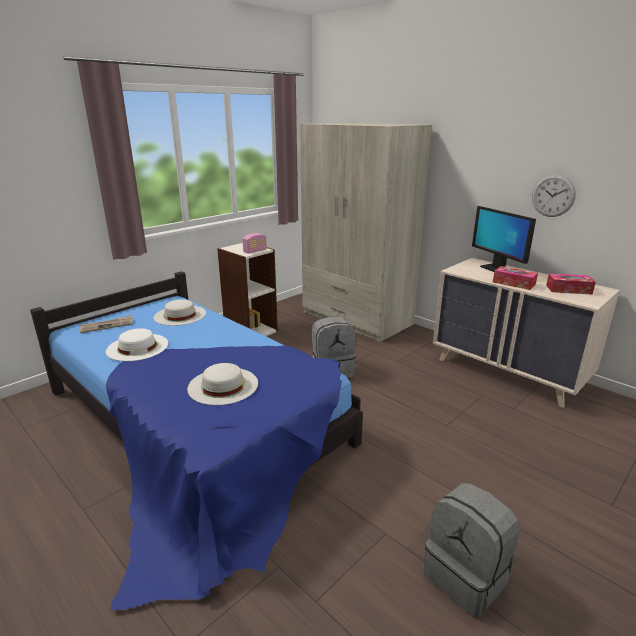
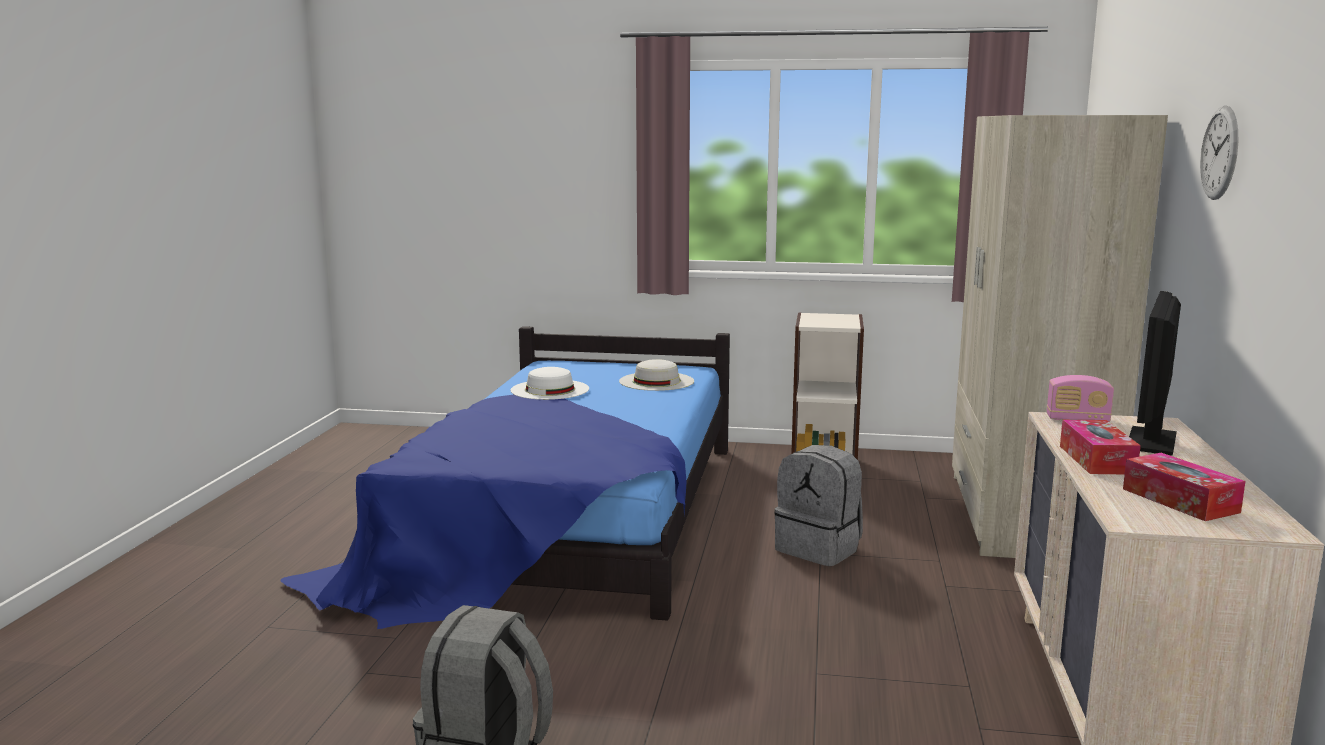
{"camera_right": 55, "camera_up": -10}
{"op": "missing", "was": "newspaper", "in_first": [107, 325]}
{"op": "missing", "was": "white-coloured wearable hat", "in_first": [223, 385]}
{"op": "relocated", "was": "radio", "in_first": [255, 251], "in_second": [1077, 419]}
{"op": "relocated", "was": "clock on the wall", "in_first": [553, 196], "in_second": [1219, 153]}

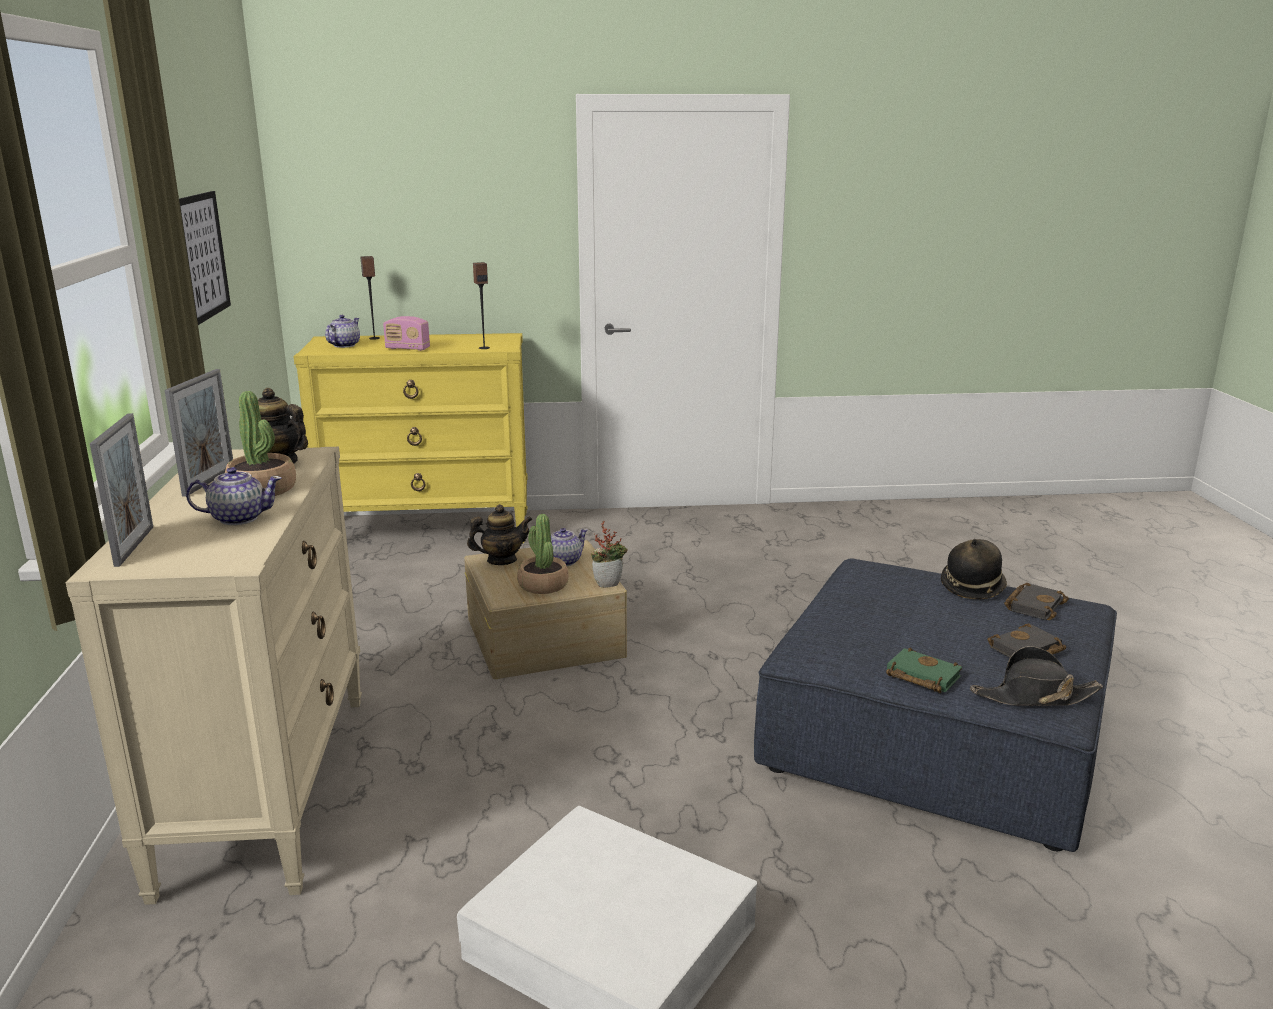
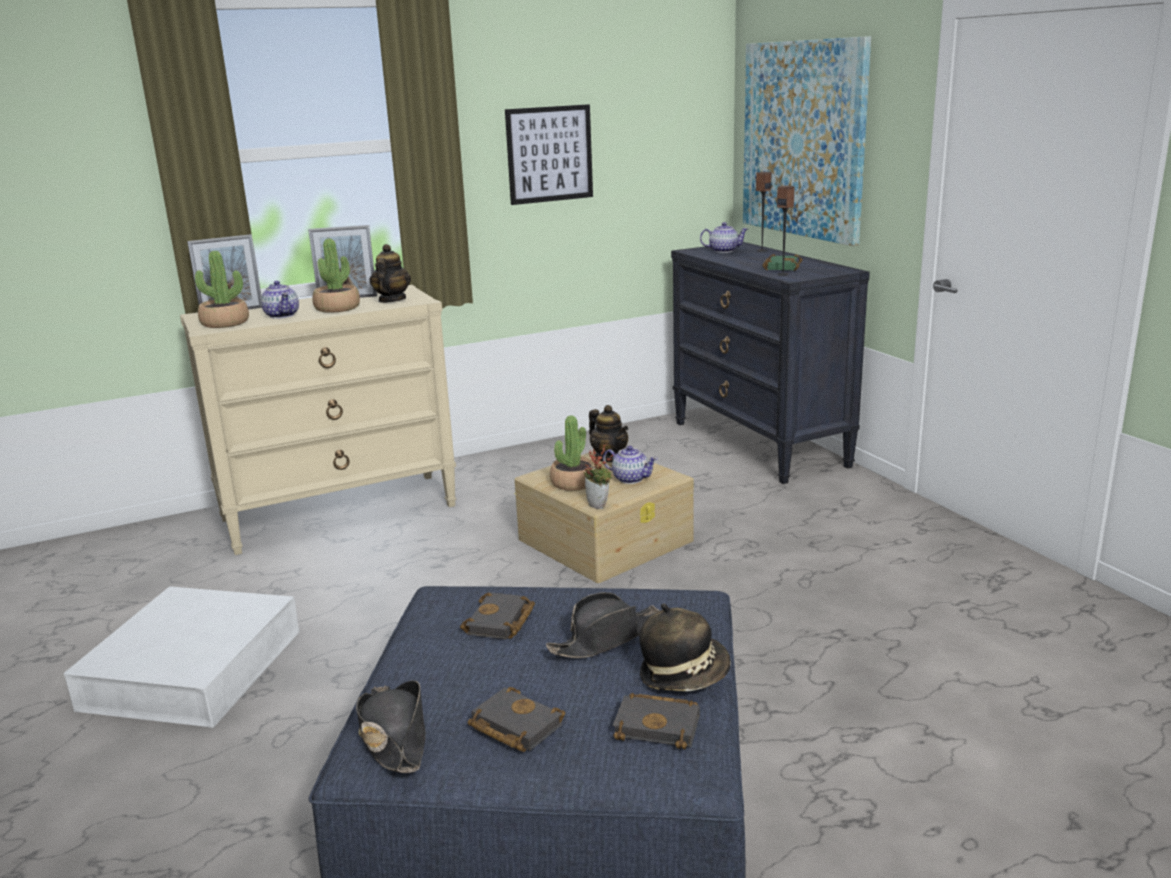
{"camera_right": 70, "camera_up": 0}
{"op": "colour", "was": "yellow-coloured dresser", "now": "black-coloured dresser", "in_first": [429, 530], "in_second": [760, 444]}
{"op": "missing", "was": "radio", "in_first": [407, 349]}
{"op": "relocated", "was": "greenish volume", "in_first": [920, 676], "in_second": [780, 267]}
{"op": "appeared", "now": "potted plant", "in_second": [225, 323]}
{"op": "appeared", "now": "black-coloured volume", "in_second": [500, 622]}
{"op": "appeared", "now": "black-coloured wearable hat", "in_second": [606, 638]}
{"op": "appeared", "now": "picture", "in_second": [803, 139]}

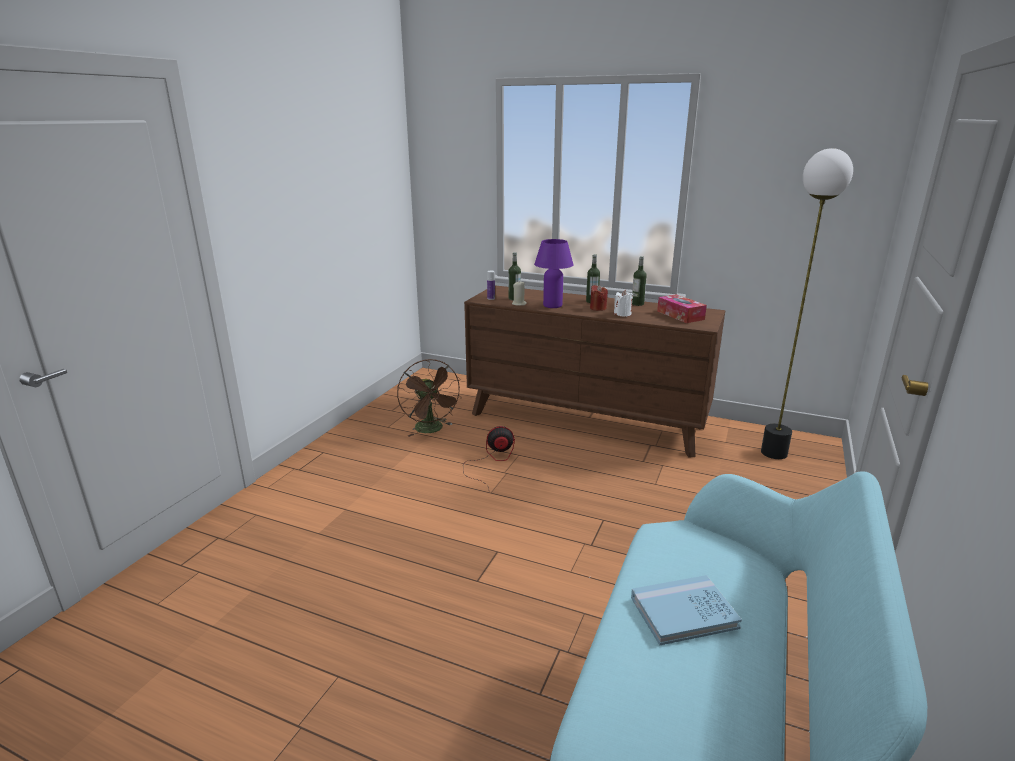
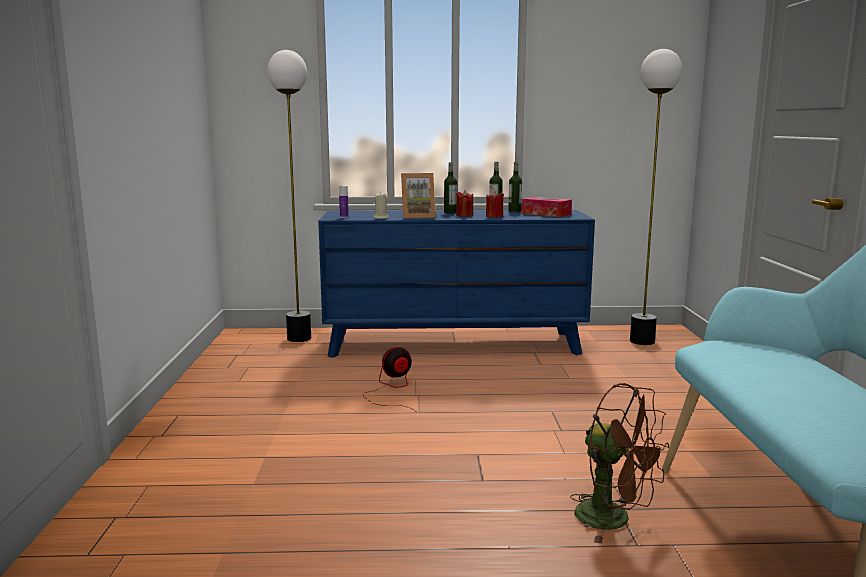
{"camera_right": -25, "camera_up": -10}
{"op": "relocated", "was": "brownish cooling fan", "in_first": [432, 430], "in_second": [614, 520]}
{"op": "colour", "was": "brownish dresser", "now": "bluish dresser", "in_first": [586, 420], "in_second": [454, 344]}
{"op": "relocated", "was": "bottle", "in_first": [514, 298], "in_second": [514, 211]}
{"op": "exchanged", "was": "purplish lamp for a table", "now": "picture frame", "in_first": [552, 306], "in_second": [417, 217]}
{"op": "colour", "was": "white-coloured wax candle", "now": "reddish wax candle", "in_first": [622, 314], "in_second": [494, 216]}
{"op": "missing", "was": "bluish volume", "in_first": [683, 612]}
{"op": "appeared", "now": "standard lamp", "in_second": [299, 338]}

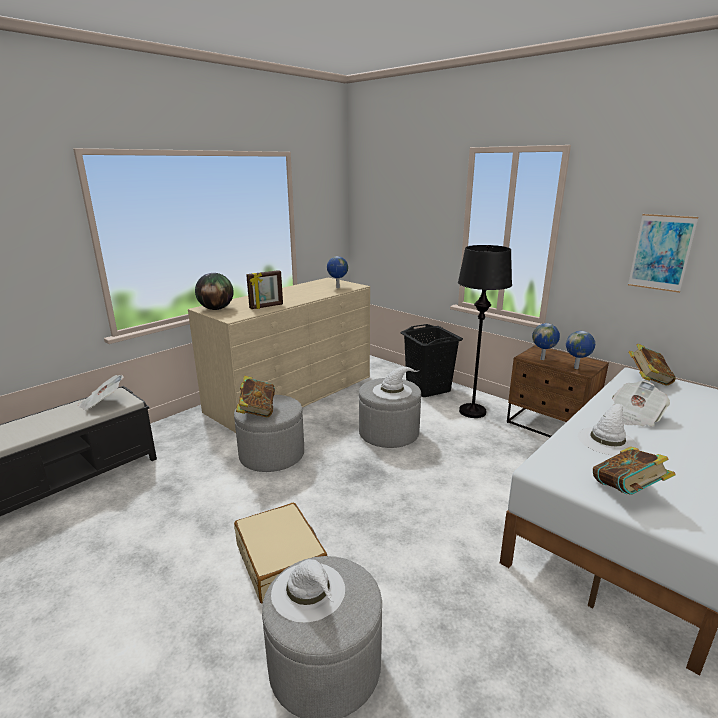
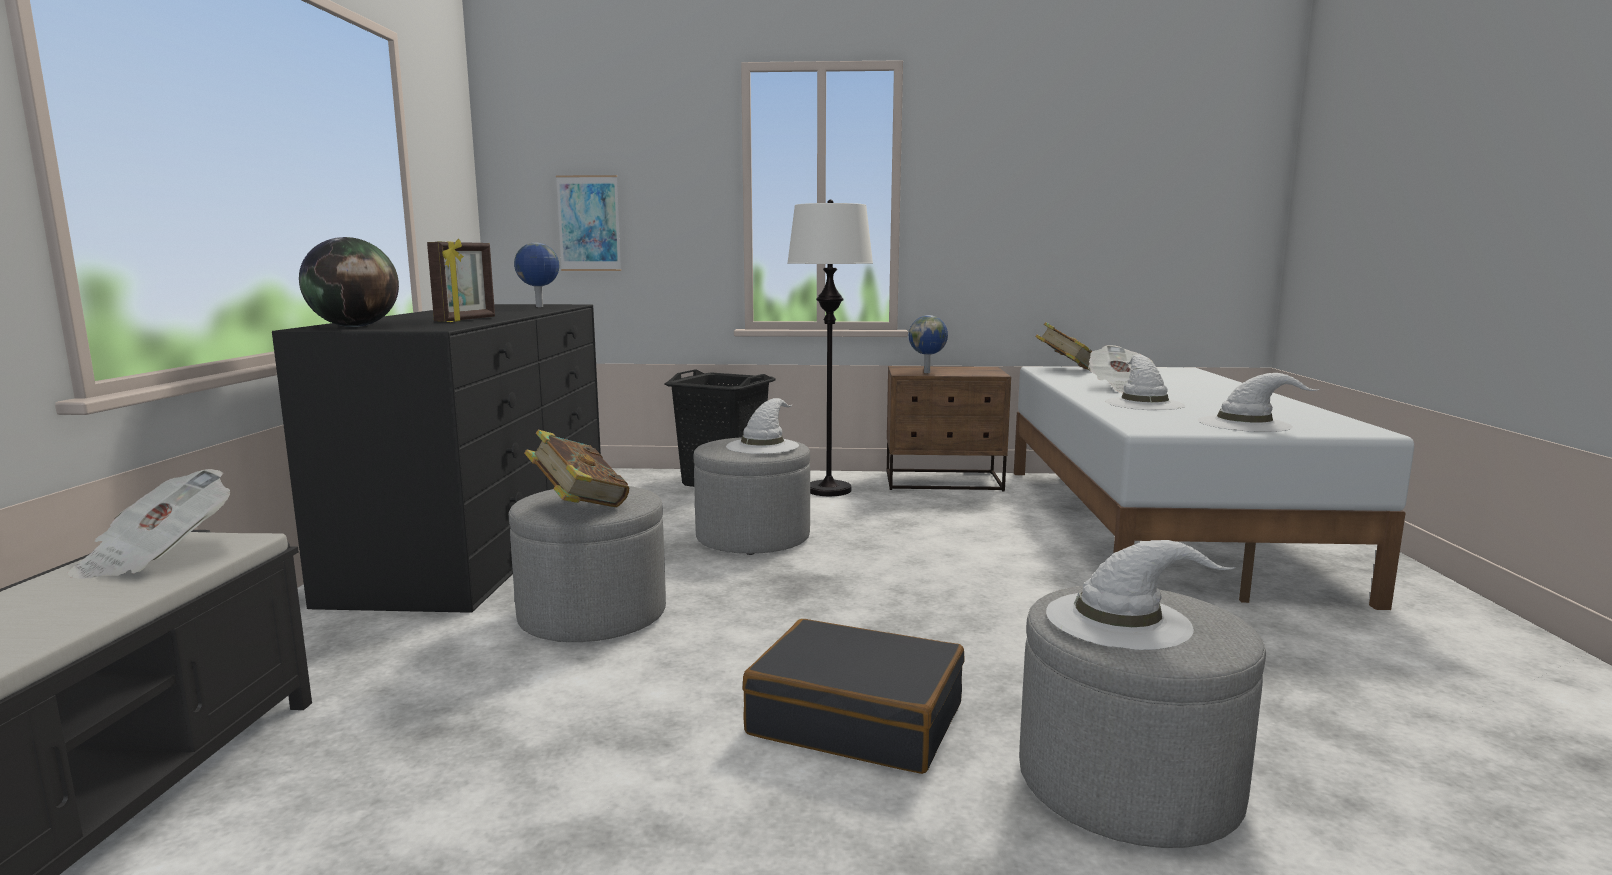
{"camera_right": -40, "camera_up": -10}
{"op": "colour", "was": "sand-coloured dresser", "now": "black-coloured dresser", "in_first": [292, 393], "in_second": [485, 537]}
{"op": "colour", "was": "sand-coloured travel case", "now": "black-coloured travel case", "in_first": [281, 561], "in_second": [856, 719]}
{"op": "colour", "was": "black-coloured standard lamp", "now": "white-coloured standard lamp", "in_first": [472, 411], "in_second": [829, 490]}
{"op": "missing", "was": "desk globe", "in_first": [576, 368]}
{"op": "exchanged", "was": "volume", "now": "white-coloured wearable hat", "in_first": [626, 492], "in_second": [1246, 424]}
{"op": "relocated", "was": "picture", "in_first": [661, 252], "in_second": [589, 223]}

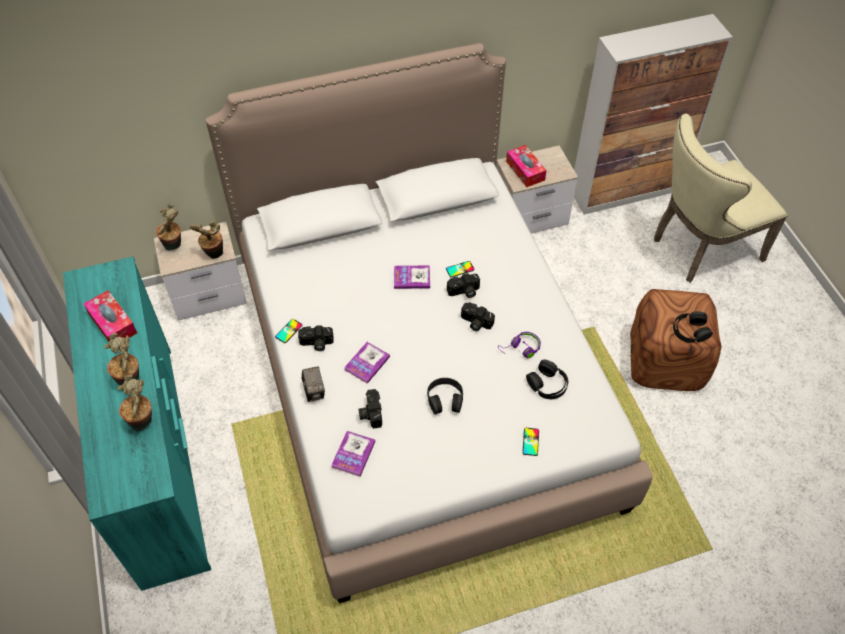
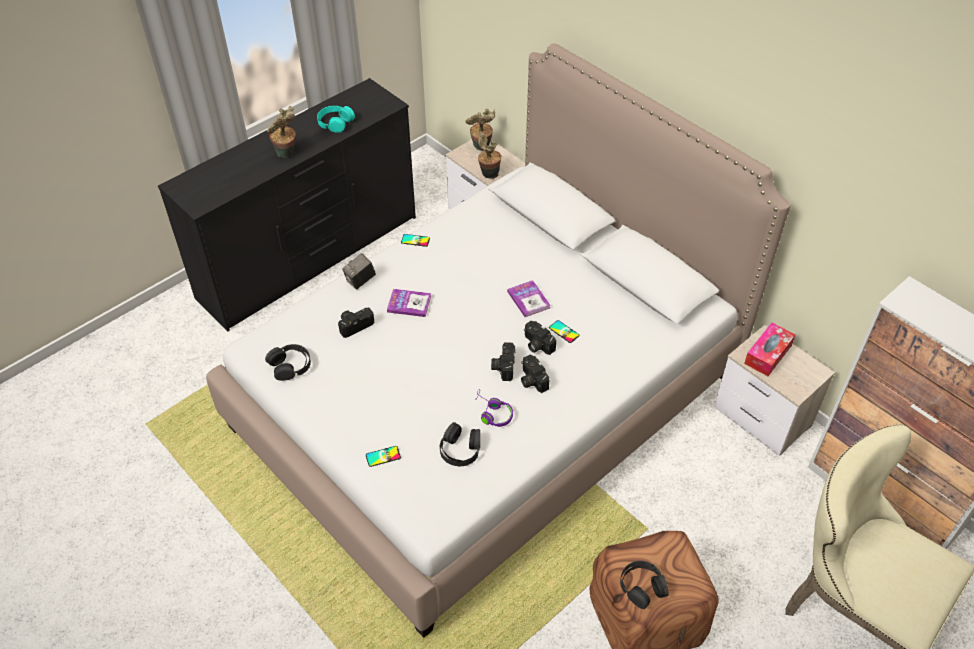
{"camera_right": 65, "camera_up": -5}
{"op": "colour", "was": "blue-green dresser", "now": "black-coloured dresser", "in_first": [159, 459], "in_second": [311, 257]}
{"op": "exchanged", "was": "tissue box", "now": "blue-green headset", "in_first": [112, 323], "in_second": [335, 122]}
{"op": "missing", "was": "potted plant", "in_first": [144, 422]}
{"op": "relocated", "was": "still camera", "in_first": [316, 343], "in_second": [531, 380]}
{"op": "missing", "was": "volume", "in_first": [353, 454]}
{"op": "relocated", "was": "black-coloured headset", "in_first": [445, 399], "in_second": [290, 365]}

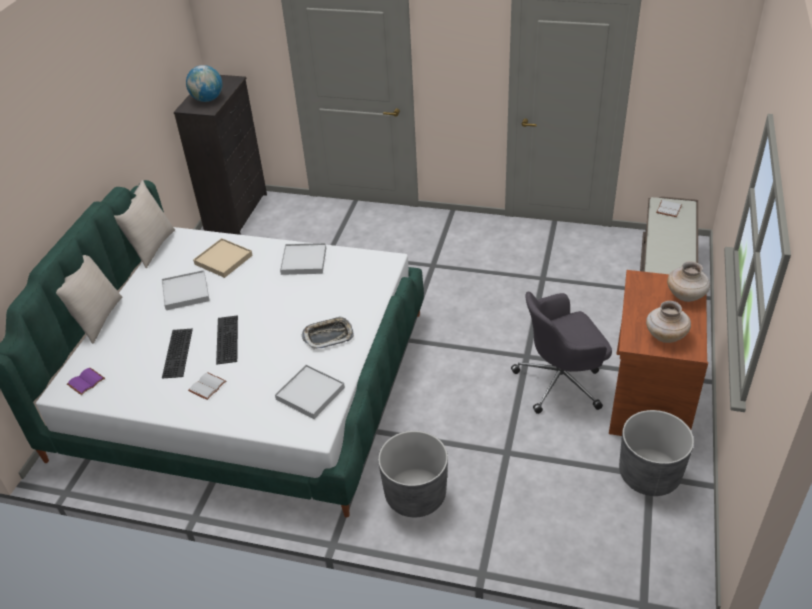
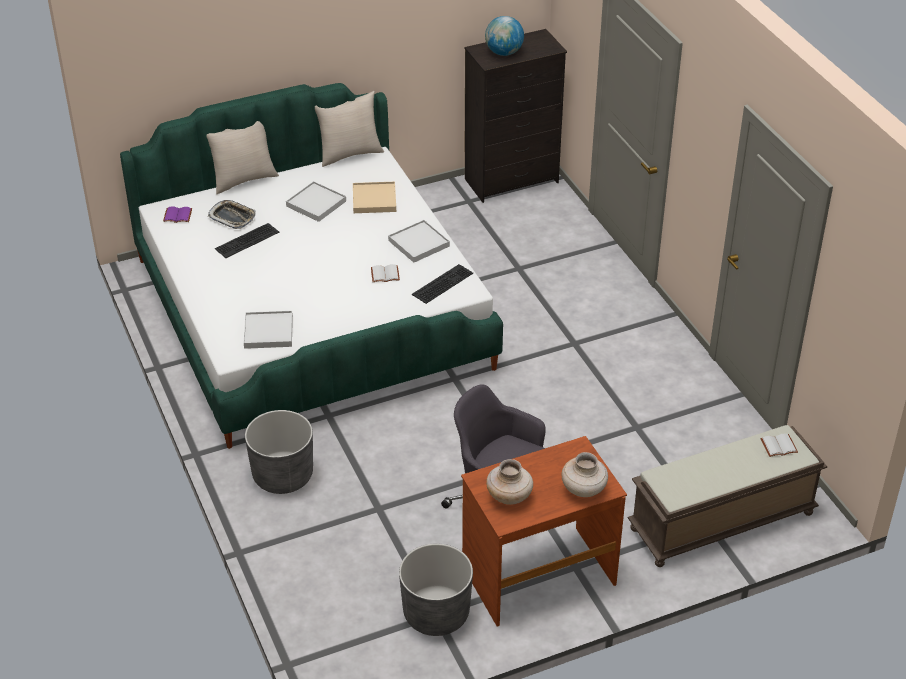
{"camera_right": 50, "camera_up": 0}
{"op": "relocated", "was": "white-coloured volume", "in_first": [207, 386], "in_second": [385, 274]}
{"op": "relocated", "was": "PC keyboard", "in_first": [226, 339], "in_second": [442, 283]}
{"op": "relocated", "was": "serving tray", "in_first": [328, 336], "in_second": [232, 217]}

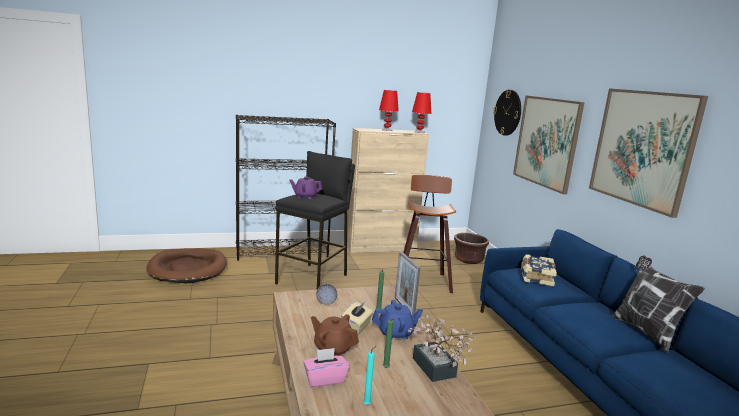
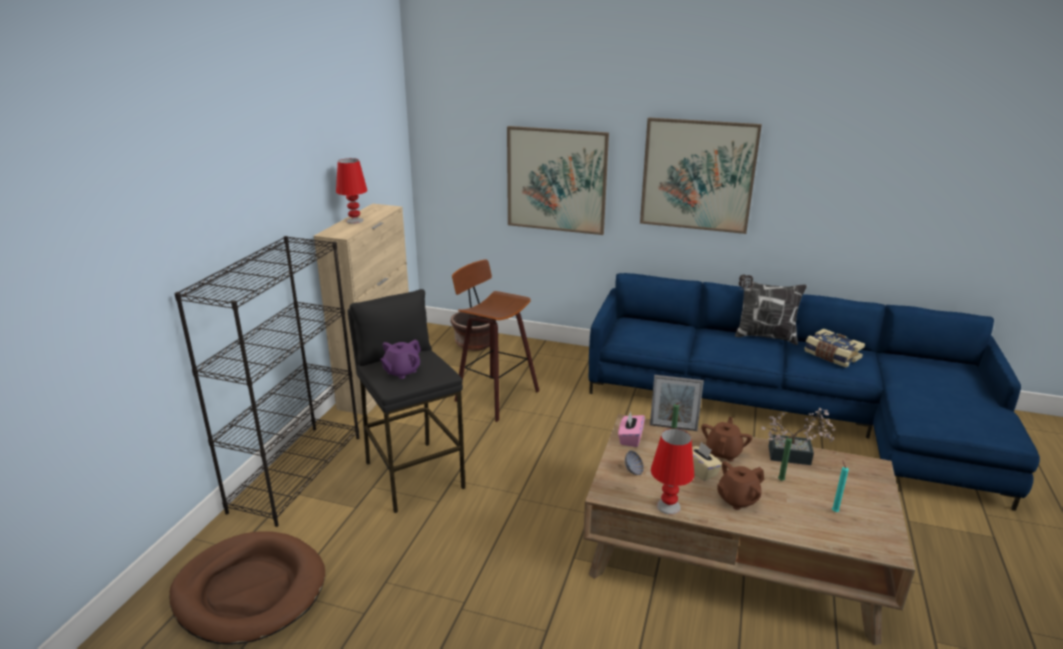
{"camera_right": -55, "camera_up": 10}
{"op": "relocated", "was": "pink tissue box", "in_first": [324, 379], "in_second": [630, 438]}
{"op": "colour", "was": "bluish tea pot", "now": "brownish tea pot", "in_first": [395, 333], "in_second": [723, 452]}
{"op": "relocated", "was": "reddish lamp for a table", "in_first": [419, 132], "in_second": [668, 506]}
{"op": "missing", "was": "clock on the wall", "in_first": [508, 112]}
{"op": "relocated", "was": "volume", "in_first": [536, 277], "in_second": [831, 356]}

